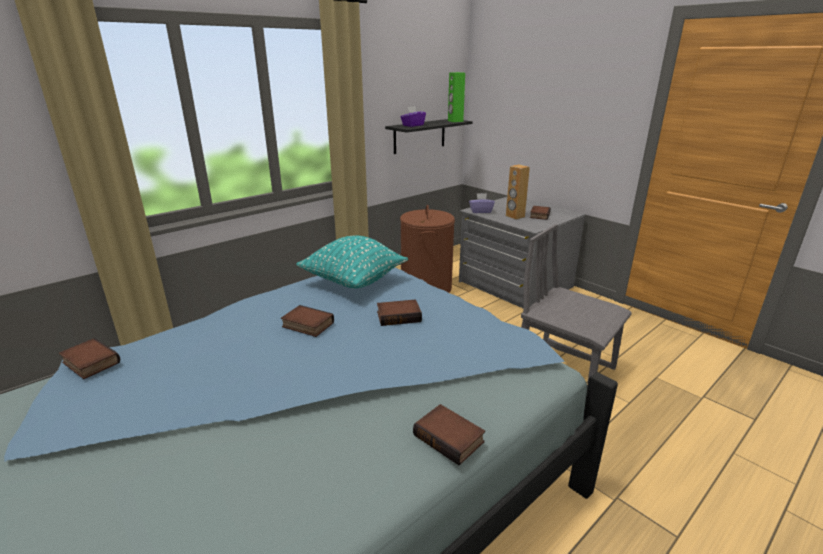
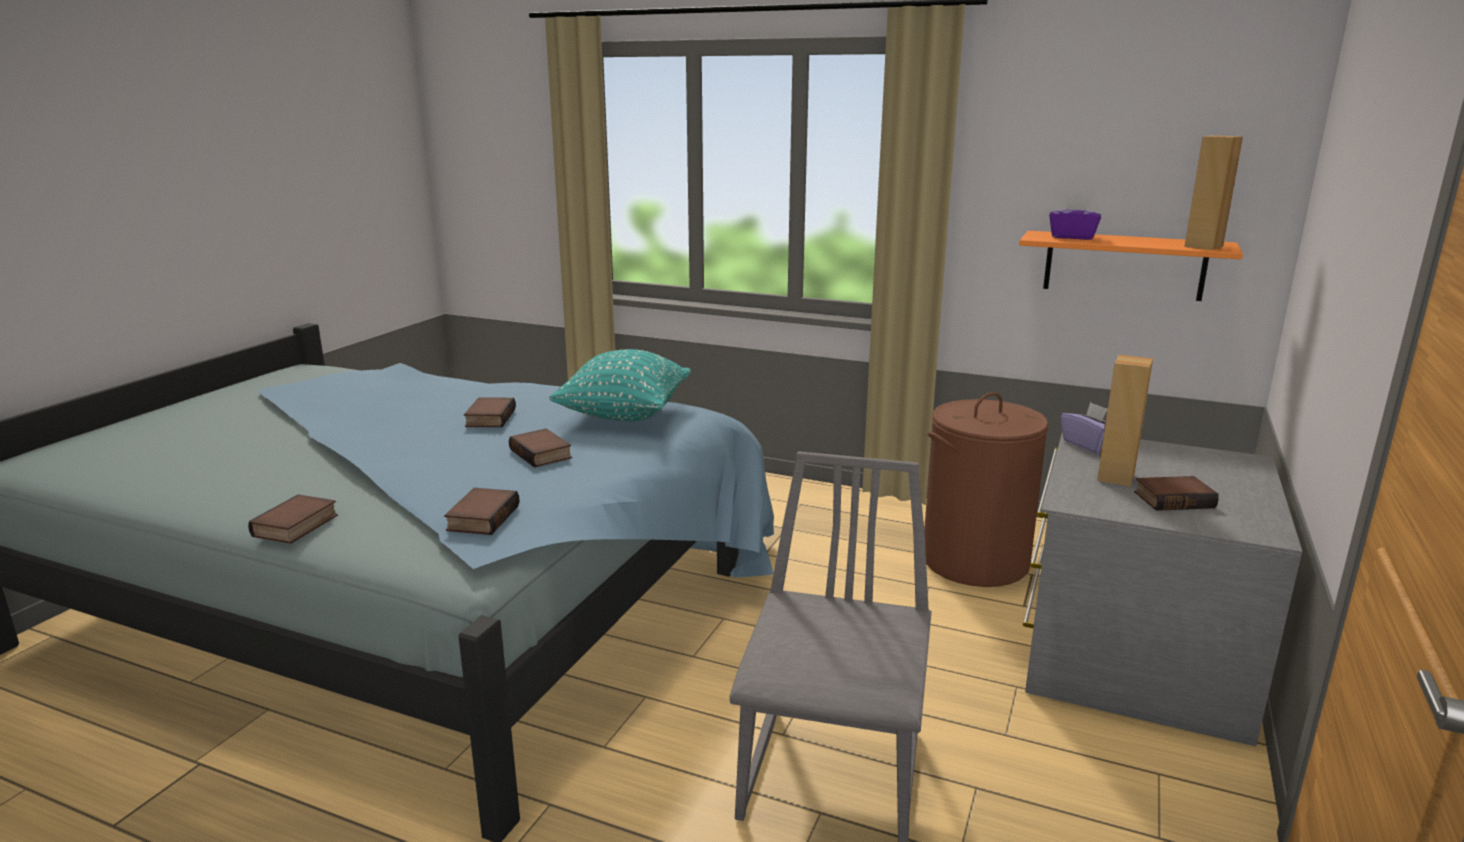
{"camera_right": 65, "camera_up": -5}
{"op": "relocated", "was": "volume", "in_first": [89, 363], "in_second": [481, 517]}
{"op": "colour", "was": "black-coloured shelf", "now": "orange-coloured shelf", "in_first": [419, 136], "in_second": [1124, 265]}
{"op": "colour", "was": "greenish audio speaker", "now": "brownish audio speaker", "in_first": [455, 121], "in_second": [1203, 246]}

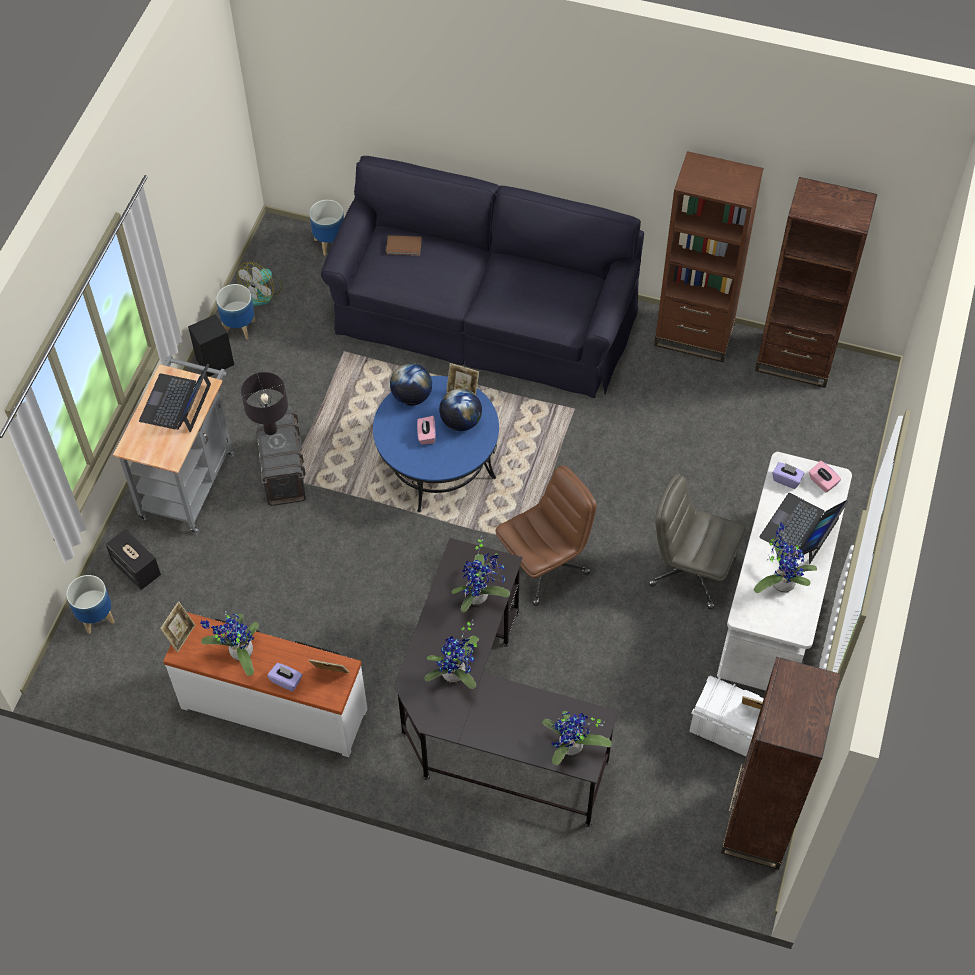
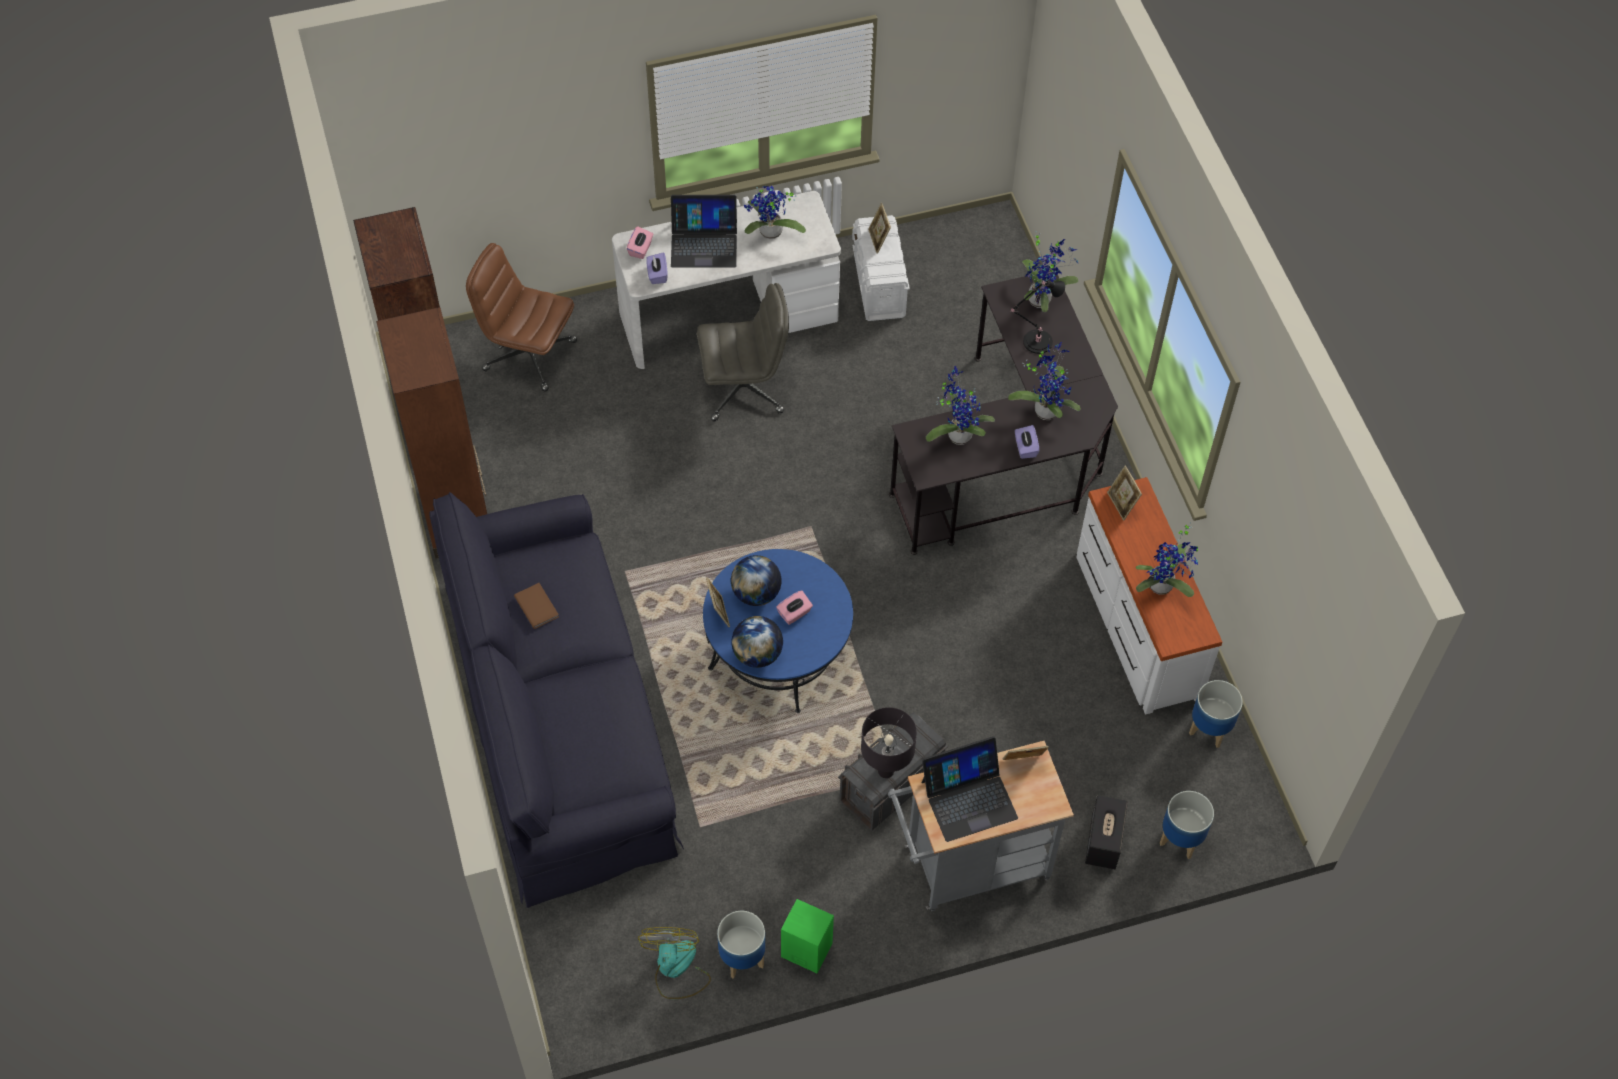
{"camera_right": -125, "camera_up": 0}
{"op": "relocated", "was": "picture frame", "in_first": [181, 636], "in_second": [1023, 763]}
{"op": "colour", "was": "black-coloured audio speaker", "now": "greenish audio speaker", "in_first": [216, 361], "in_second": [805, 949]}
{"op": "spun", "was": "cooling fan", "in_first": [262, 292], "in_second": [676, 969], "clockwise": -90}
{"op": "relocated", "was": "purplish tissue box", "in_first": [286, 681], "in_second": [1025, 448]}
{"op": "relocated", "was": "plant pot", "in_first": [330, 243], "in_second": [1209, 728]}
{"op": "relocated", "was": "brownish volume", "in_first": [404, 247], "in_second": [537, 606]}
{"op": "relocated", "was": "brownish computer chair", "in_first": [544, 565], "in_second": [528, 355]}
{"op": "spun", "was": "gray computer chair", "in_first": [691, 571], "in_second": [744, 389], "clockwise": -90}
{"op": "missing", "was": "brownish shelving unit", "in_first": [758, 823]}
{"op": "appeared", "now": "black-coloured lamp for a table", "in_second": [1035, 342]}

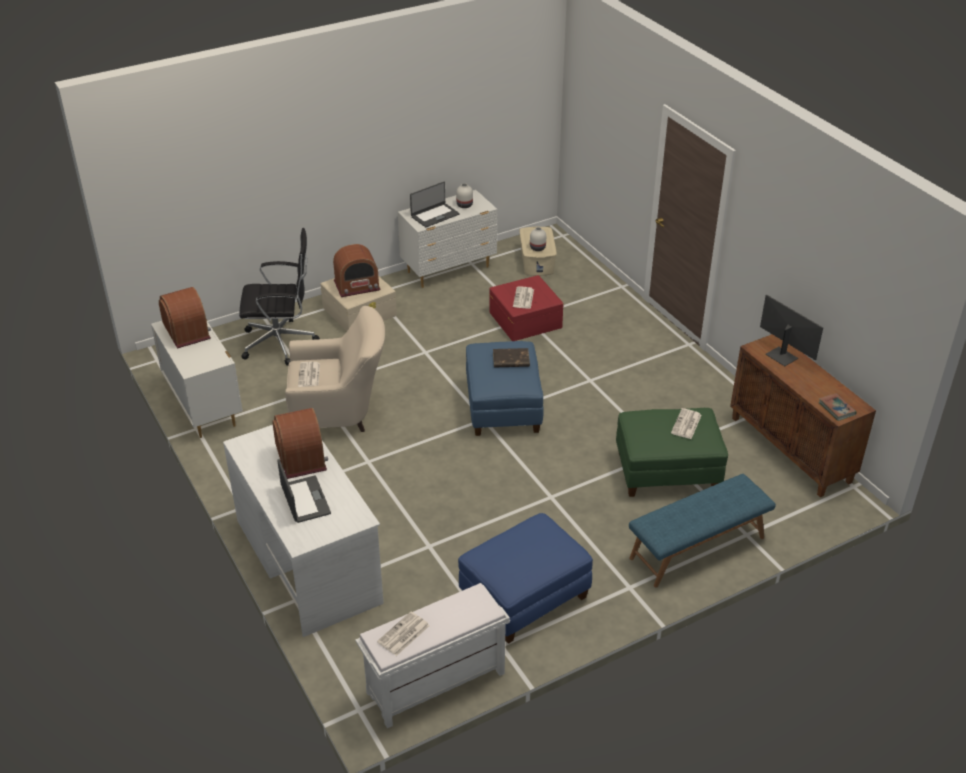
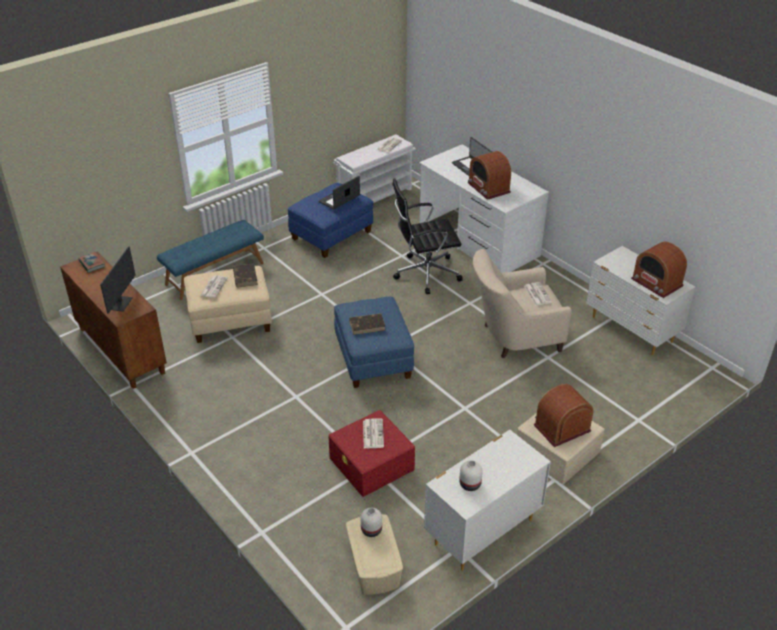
{"camera_right": 170, "camera_up": 0}
{"op": "relocated", "was": "black-coloured computer chair", "in_first": [281, 343], "in_second": [425, 273]}
{"op": "relocated", "was": "notebook computer", "in_first": [434, 215], "in_second": [339, 199]}
{"op": "colour", "was": "greenish ottoman", "now": "sand-coloured ottoman", "in_first": [667, 472], "in_second": [230, 321]}
{"op": "spun", "was": "computer screen", "in_first": [782, 356], "in_second": [120, 303], "clockwise": -120}
{"op": "appeared", "now": "brownish volume", "in_second": [245, 277]}

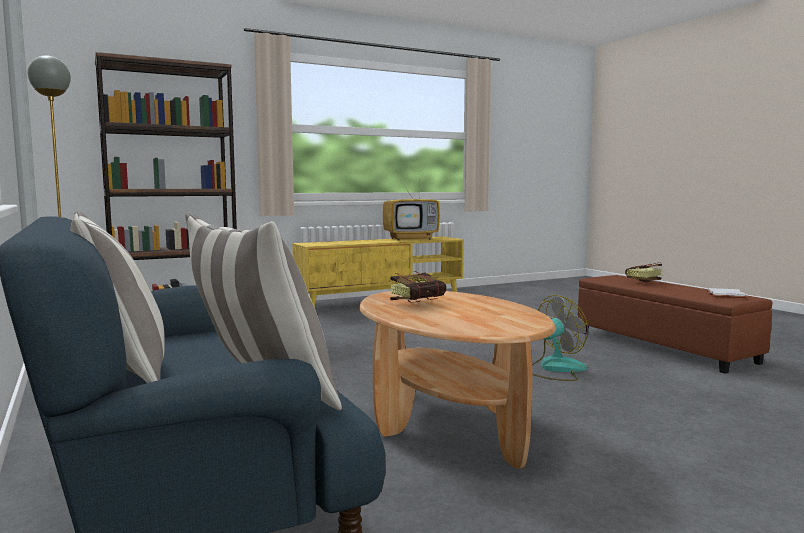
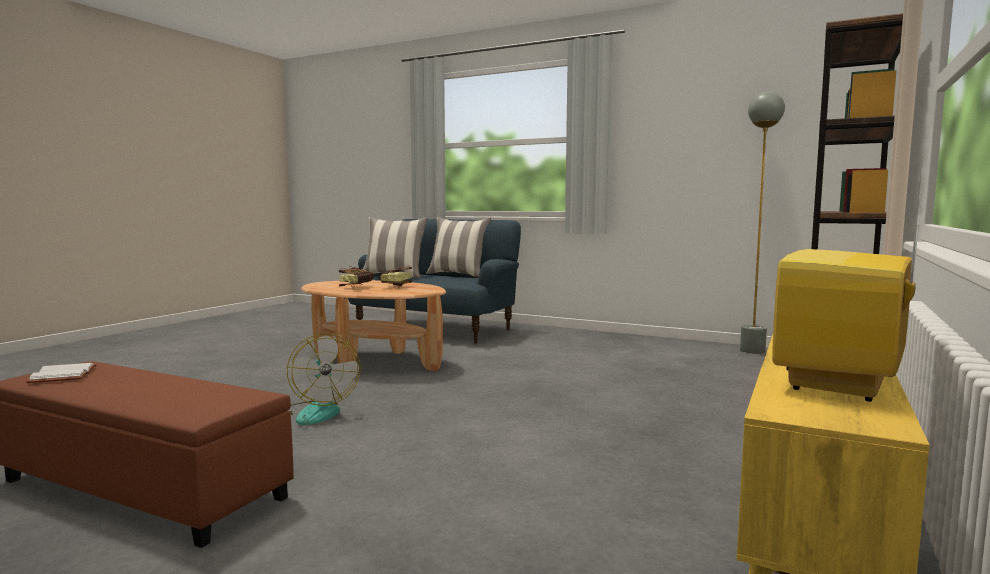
{"camera_right": 145, "camera_up": 0}
{"op": "spun", "was": "cooling fan", "in_first": [554, 369], "in_second": [316, 412], "clockwise": -45}
{"op": "relocated", "was": "volume", "in_first": [641, 283], "in_second": [358, 287]}

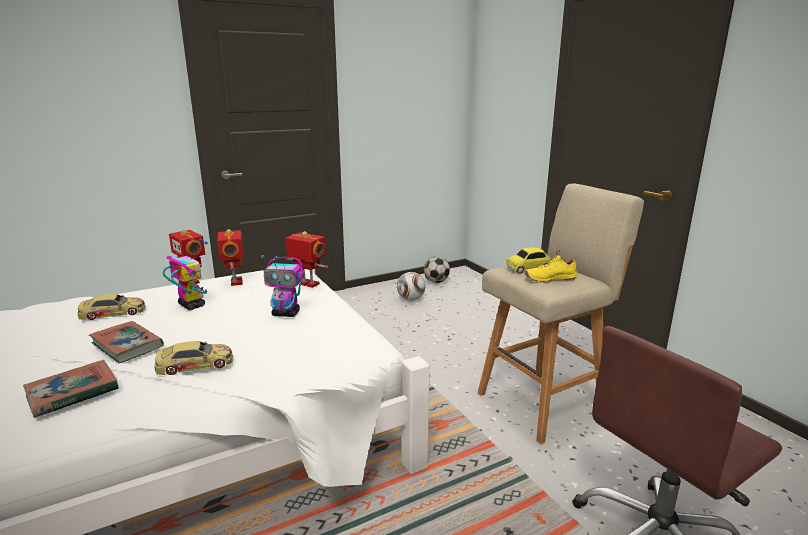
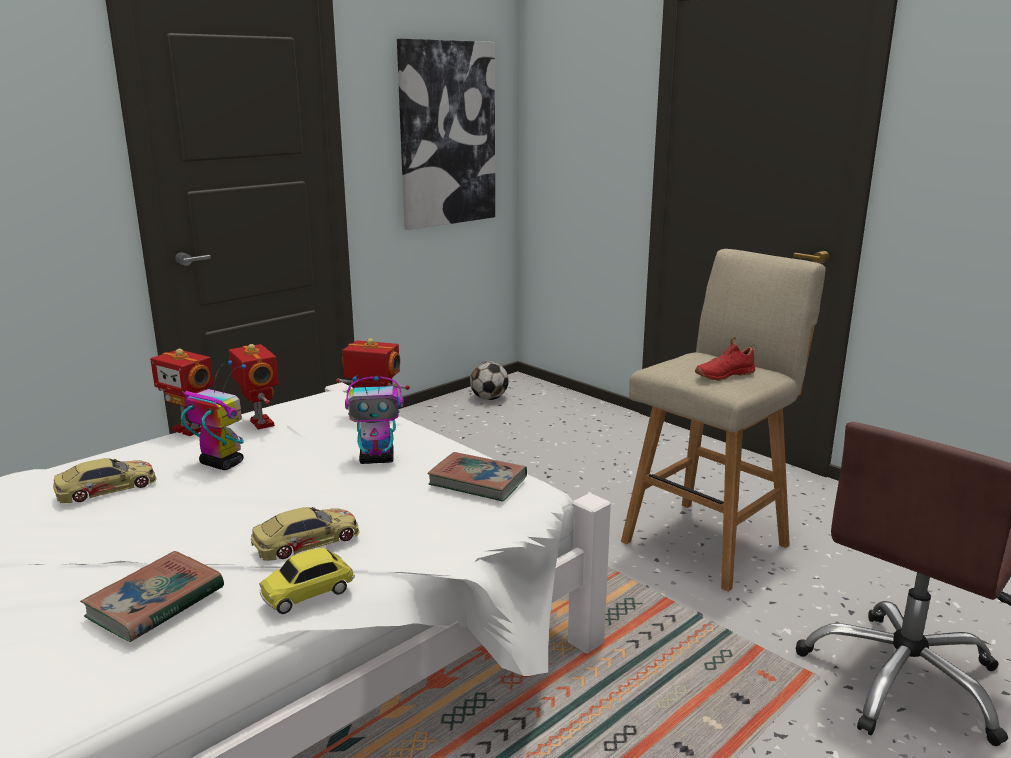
{"camera_right": -15, "camera_up": 0}
{"op": "relocated", "was": "volume", "in_first": [127, 345], "in_second": [478, 482]}
{"op": "missing", "was": "football ball", "in_first": [411, 299]}
{"op": "relocated", "was": "miniature car", "in_first": [528, 268], "in_second": [308, 593]}
{"op": "colour", "was": "yellow-coloured item of footwear", "now": "reddish item of footwear", "in_first": [549, 278], "in_second": [723, 375]}
{"op": "appeared", "now": "picture", "in_second": [447, 134]}

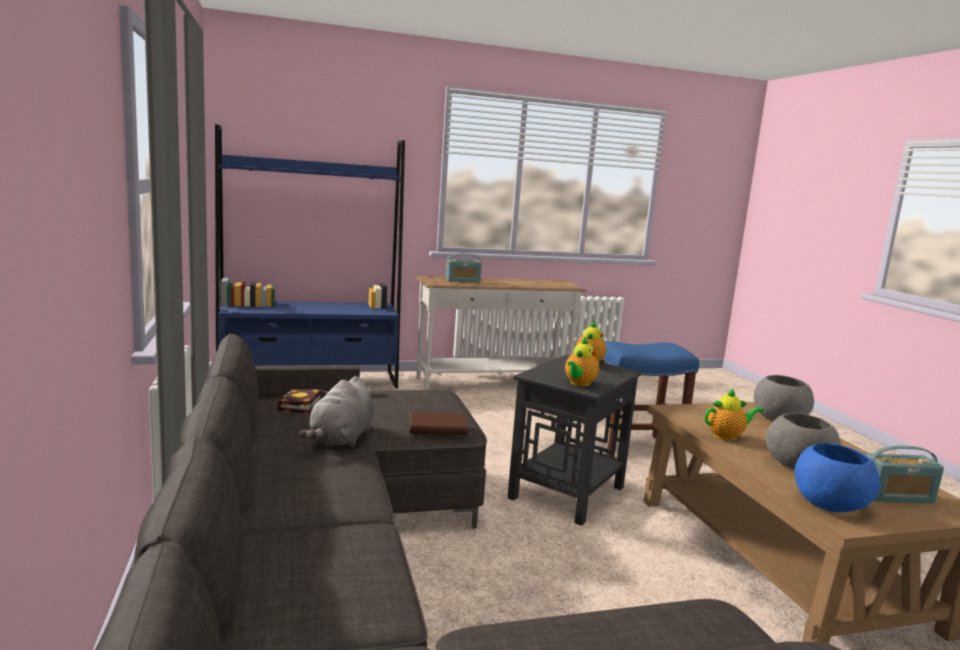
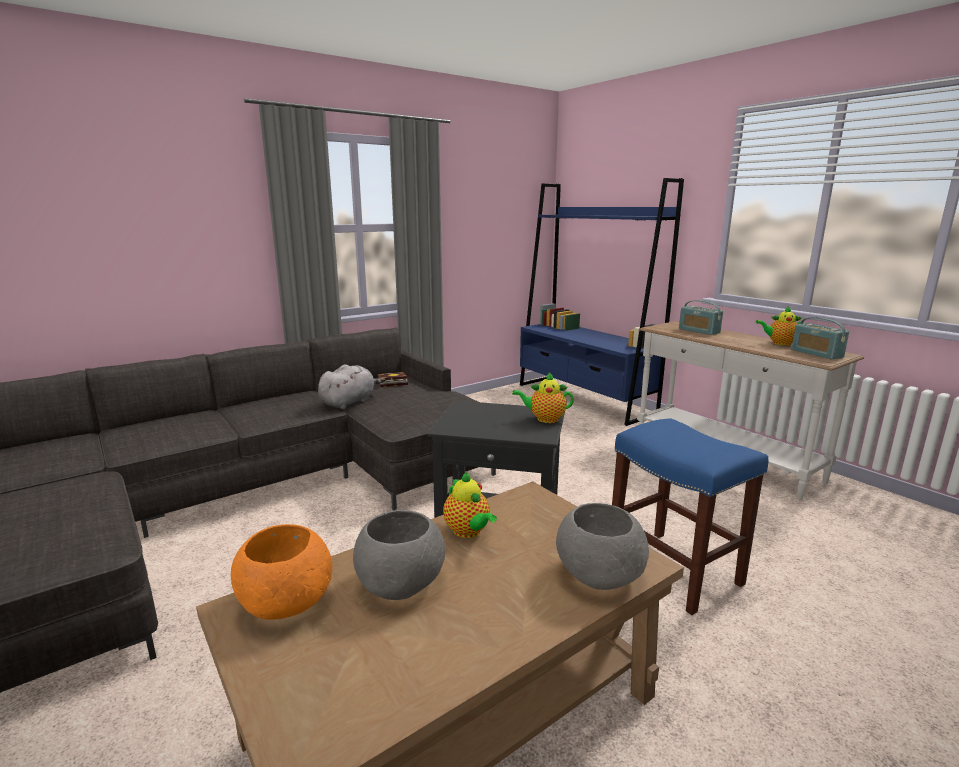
{"camera_right": 70, "camera_up": 5}
{"op": "spun", "was": "gray soft toy", "in_first": [341, 438], "in_second": [349, 402], "clockwise": 135}
{"op": "missing", "was": "brownish volume", "in_first": [437, 428]}
{"op": "relocated", "was": "tea pot", "in_first": [579, 384], "in_second": [779, 343]}
{"op": "colour", "was": "bluish deep dish", "now": "orange-coloured deep dish", "in_first": [831, 504], "in_second": [287, 603]}
{"op": "relocated", "was": "radio", "in_first": [896, 496], "in_second": [816, 353]}

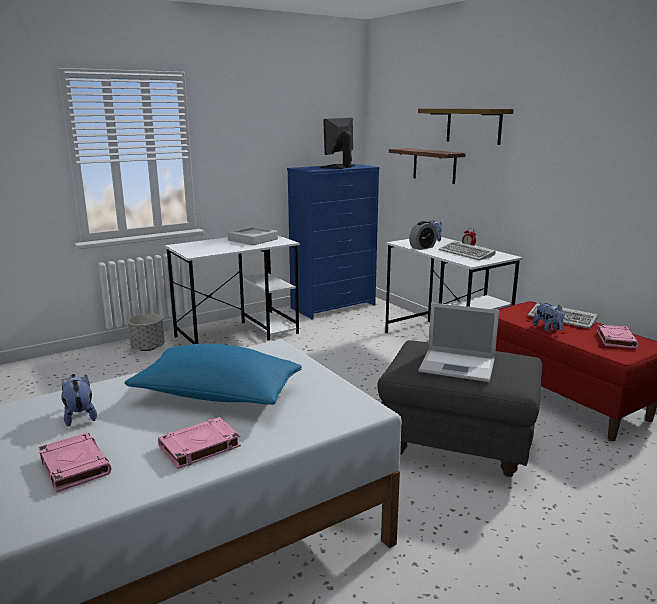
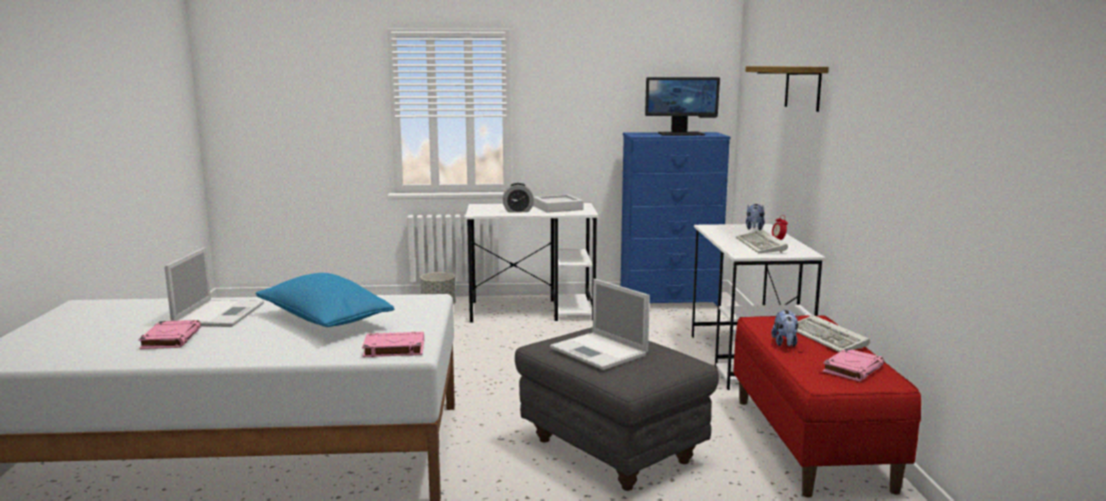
{"camera_right": 30, "camera_up": -5}
{"op": "exchanged", "was": "soft toy", "now": "notebook computer", "in_first": [79, 416], "in_second": [220, 314]}
{"op": "relocated", "was": "pink volume", "in_first": [199, 447], "in_second": [393, 349]}
{"op": "spun", "was": "computer screen", "in_first": [338, 167], "in_second": [681, 134], "clockwise": -150}
{"op": "missing", "was": "shelf", "in_first": [434, 165]}
{"op": "relocated", "was": "table clock", "in_first": [422, 247], "in_second": [518, 211]}

